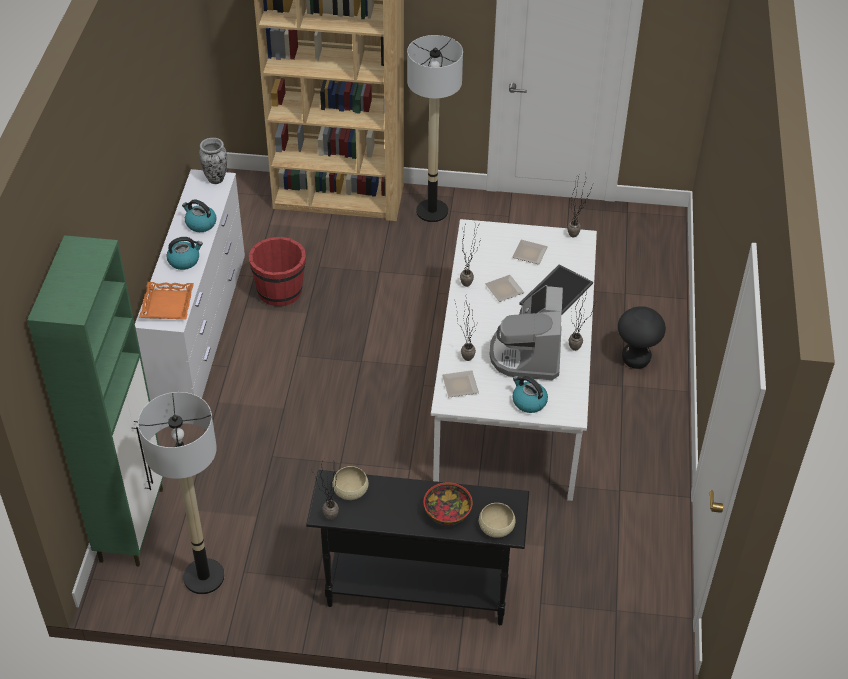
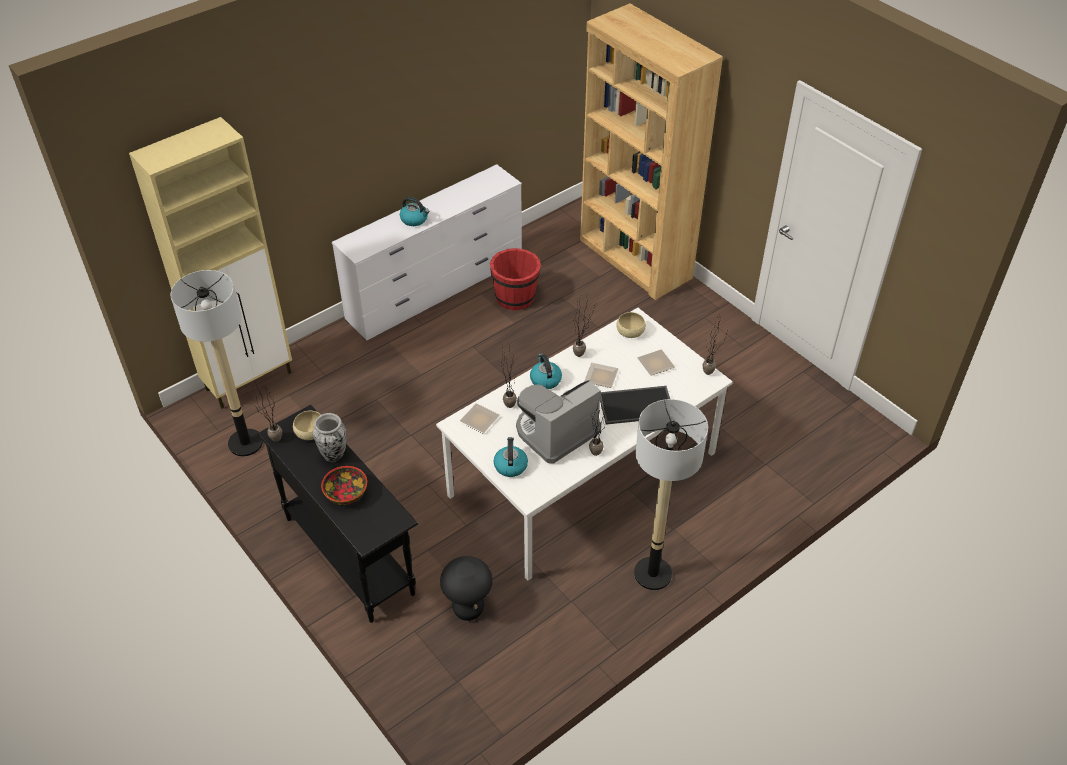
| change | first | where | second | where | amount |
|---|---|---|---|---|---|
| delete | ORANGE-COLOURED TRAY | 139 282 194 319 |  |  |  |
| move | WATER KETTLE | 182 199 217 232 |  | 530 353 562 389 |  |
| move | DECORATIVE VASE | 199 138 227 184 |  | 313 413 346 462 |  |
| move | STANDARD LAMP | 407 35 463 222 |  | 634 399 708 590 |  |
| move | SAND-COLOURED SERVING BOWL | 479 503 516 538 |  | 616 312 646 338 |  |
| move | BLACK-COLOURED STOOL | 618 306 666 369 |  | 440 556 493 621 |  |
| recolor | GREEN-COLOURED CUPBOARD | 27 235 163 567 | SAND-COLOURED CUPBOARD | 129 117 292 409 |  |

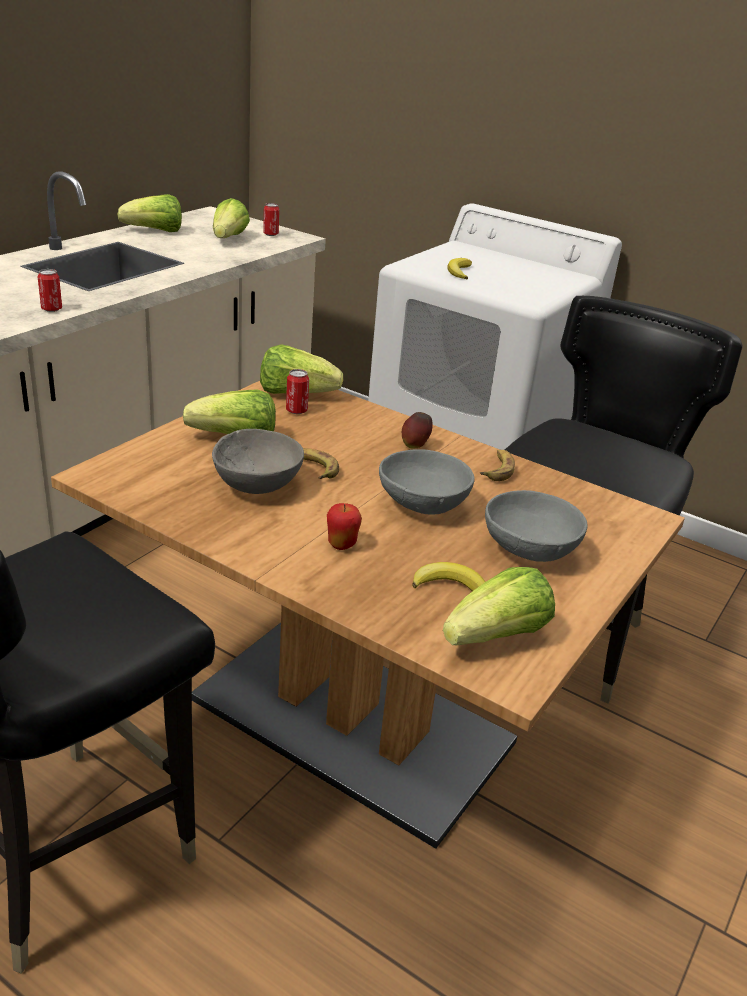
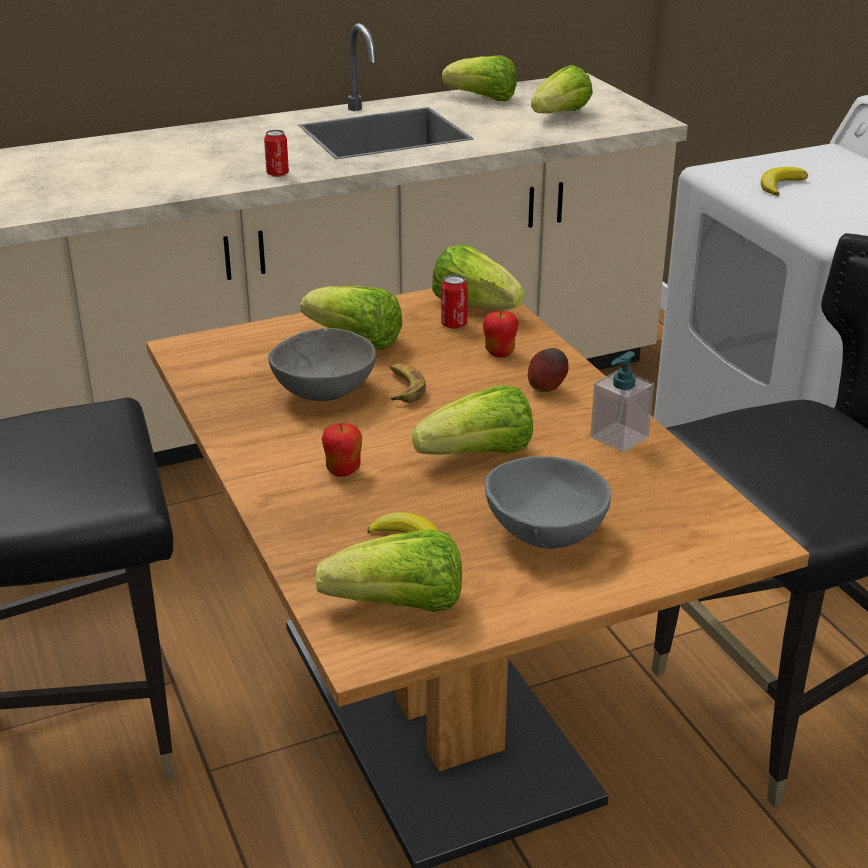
| change | first | where | second | where | amount |
|---|---|---|---|---|---|
| delete | METAL CAN | 263 203 279 236 |  |  |  |
| insert |  |  | WHOLE APPLE | 483 310 519 357 |  |
| replace | GREYISH SERVING BOWL | 379 449 475 515 | HEAD OF LETTUCE | 412 385 533 455 |  |
| replace | BANANA | 480 450 515 481 | SOAP BOTTLE | 590 351 654 452 |  |

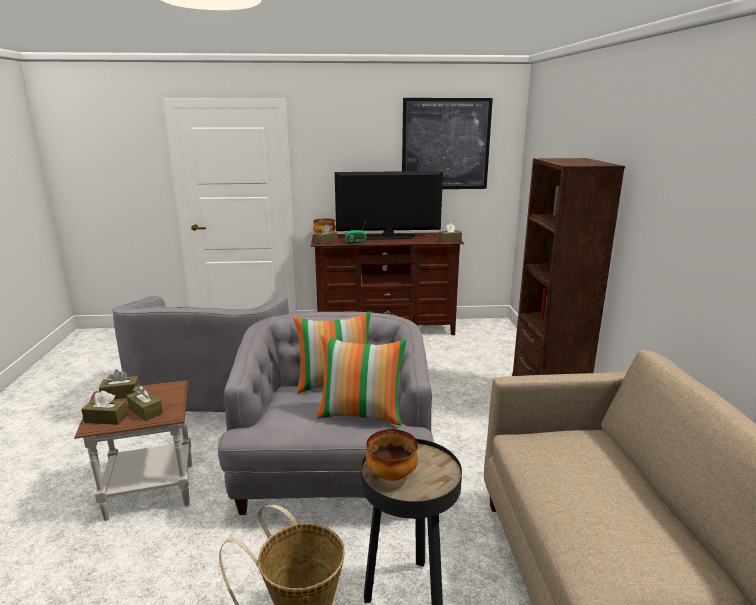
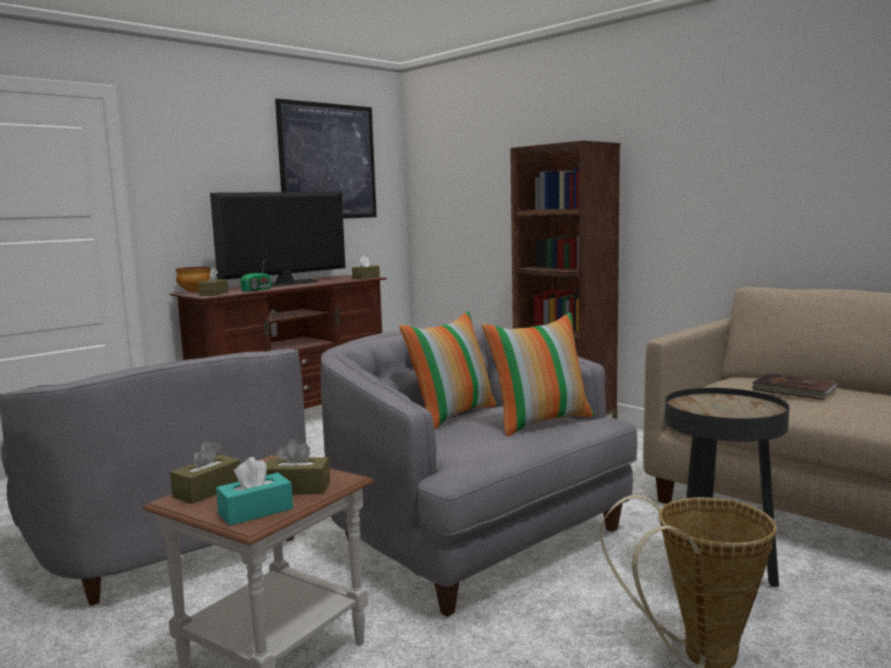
| change | first | where | second | where | amount |
|---|---|---|---|---|---|
| delete | SERVING BOWL | 366 429 418 481 |  |  |  |
| insert |  |  | BROWNISH BOUND BOOK | 751 373 839 400 |  |
| recolor | BROWNISH TISSUE HOLDER | 81 391 128 425 | TURQUOISE TISSUE HOLDER | 216 457 293 526 |  |

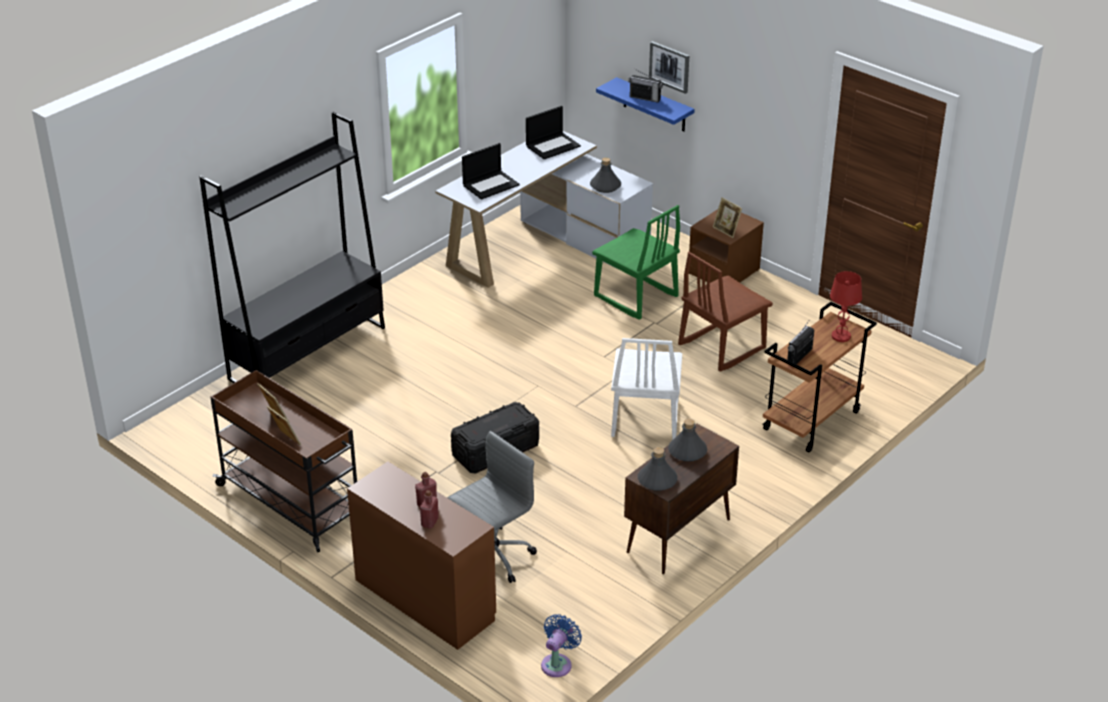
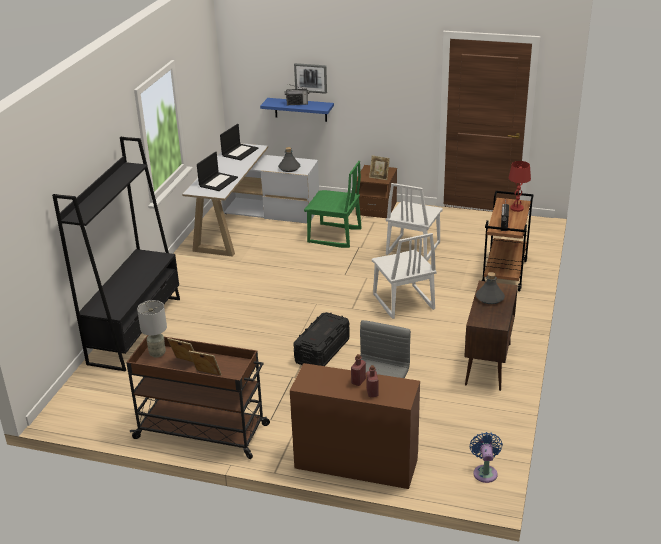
| change | first | where | second | where | amount |
|---|---|---|---|---|---|
| delete | GREYISH BOTTLE | 638 447 678 491 |  |  |  |
| insert |  |  | GREYISH TABLE LAMP | 137 300 167 358 |  |
| recolor | BROWNISH UPRIGHT CHAIR | 678 252 773 372 | WHITISH UPRIGHT CHAIR | 386 183 443 261 |  |

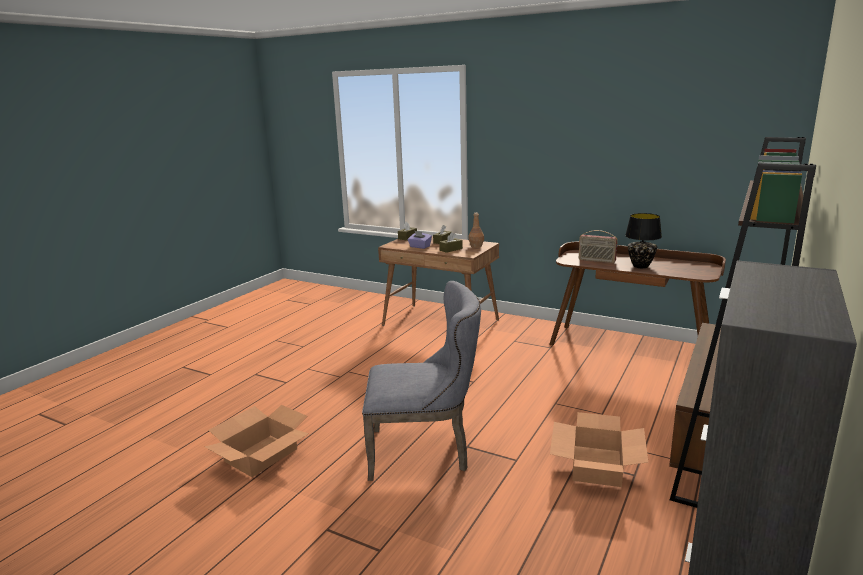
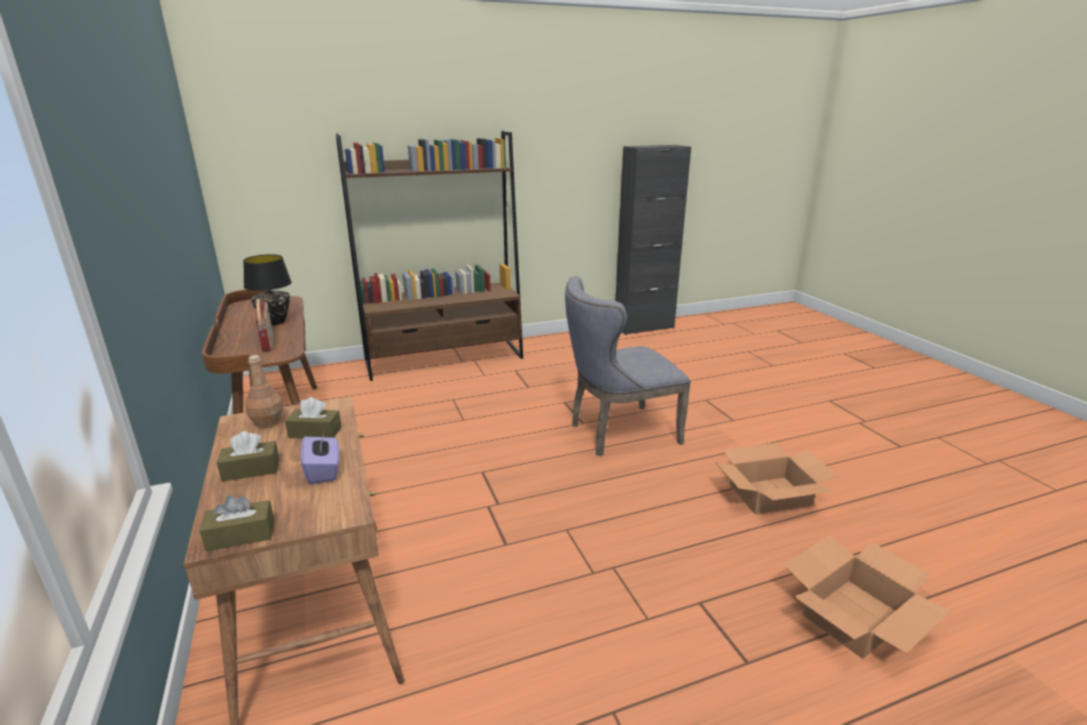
| change | first | where | second | where | amount |
|---|---|---|---|---|---|
| move | PACKING BOX | 550 412 648 487 |  | 784 534 951 659 |  |
| rotate | GREYISH UPRIGHT CHAIR | 362 281 481 481 |  | 565 276 691 456 | 60 degrees counterclockwise |

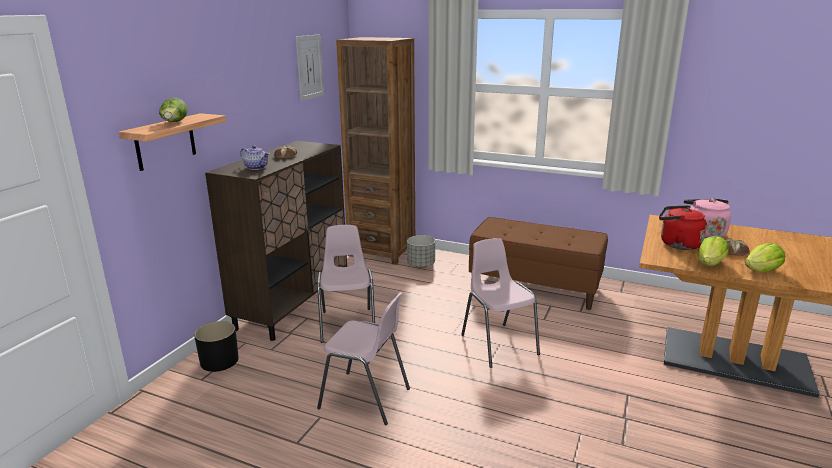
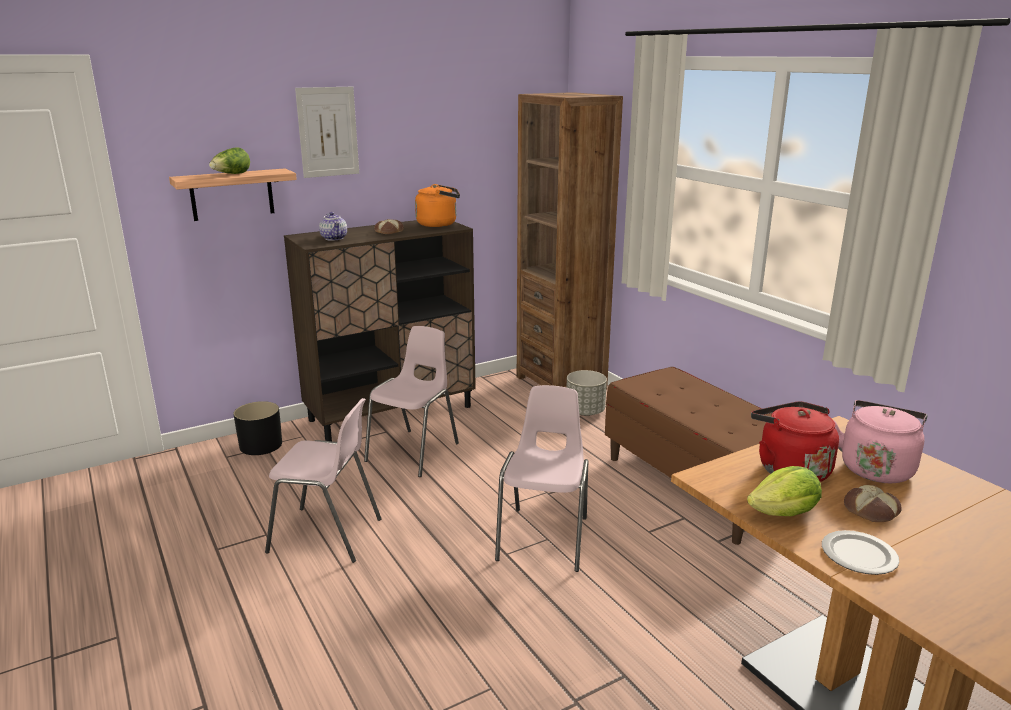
| change | first | where | second | where | amount |
|---|---|---|---|---|---|
| insert |  |  | ORANGE-COLOURED WATER KETTLE | 415 184 460 227 |  |
| move | WALL PICTURE | 296 34 324 101 |  | 295 87 359 178 |  |
| replace | HEAD OF LETTUCE | 745 243 785 272 | DINNER PLATE | 822 530 899 575 |  |
| rotate | PINK-COLOURED UPRIGHT CHAIR | 317 292 410 425 |  | 265 398 382 563 | 45 degrees counterclockwise |

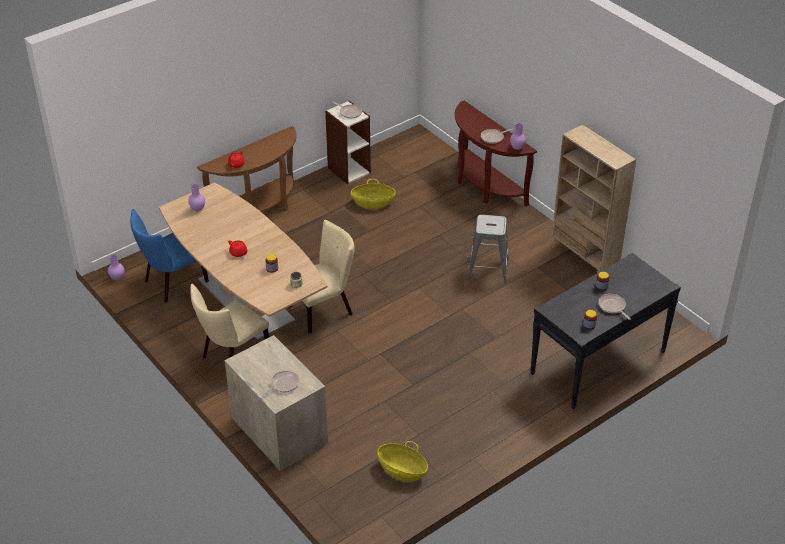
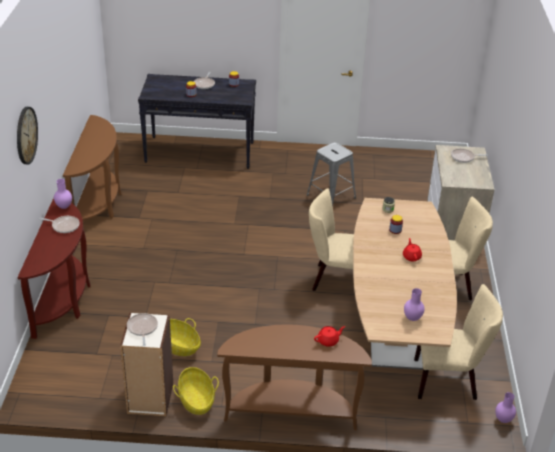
| change | first | where | second | where | amount |
|---|---|---|---|---|---|
| insert |  |  | CLOCK ON THE WALL | 17 107 38 164 |  |
| move | HOUSEHOLD BASKET | 377 441 428 482 |  | 173 367 219 415 |  |
| move | GREYISH STOOL | 468 215 509 283 |  | 307 142 356 206 |  |
| replace | SAND-COLOURED BOOKSHELF | 552 125 636 273 | BROWNISH CONSOLE TABLE | 63 115 122 220 |  |
| recolor | BLUE-COLOURED UPRIGHT CHAIR | 130 209 209 302 | SAND-COLOURED UPRIGHT CHAIR | 414 284 503 400 |  |

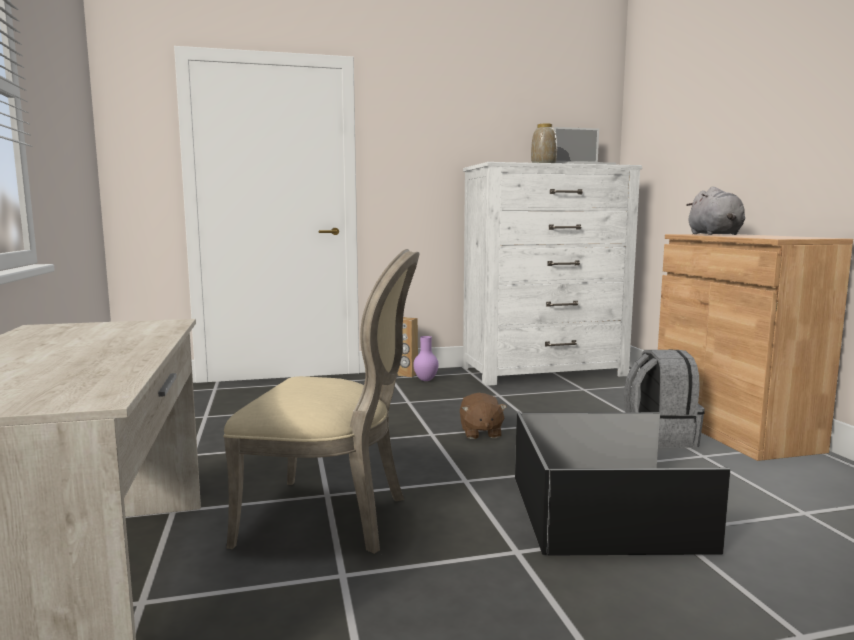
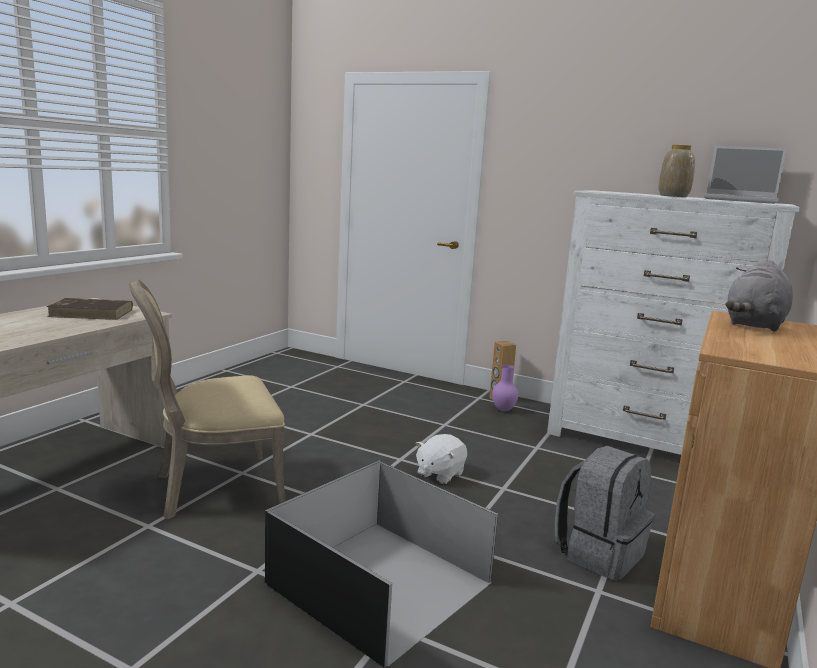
| change | first | where | second | where | amount |
|---|---|---|---|---|---|
| insert |  |  | BROWNISH BOUND BOOK | 47 298 133 320 |  |
| recolor | BROWNISH PLUSH TOY | 460 393 507 439 | WHITISH PLUSH TOY | 415 434 467 484 |  |
| rotate | SAND-COLOURED UPRIGHT CHAIR | 223 249 419 554 |  | 128 279 286 519 | 105 degrees clockwise |

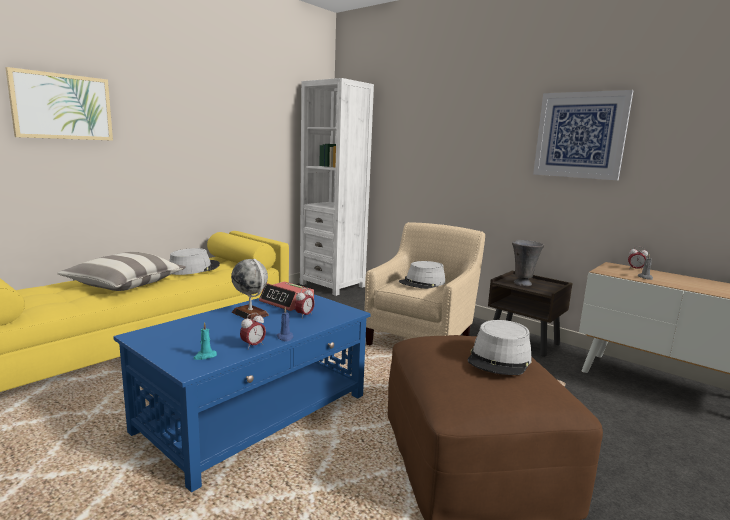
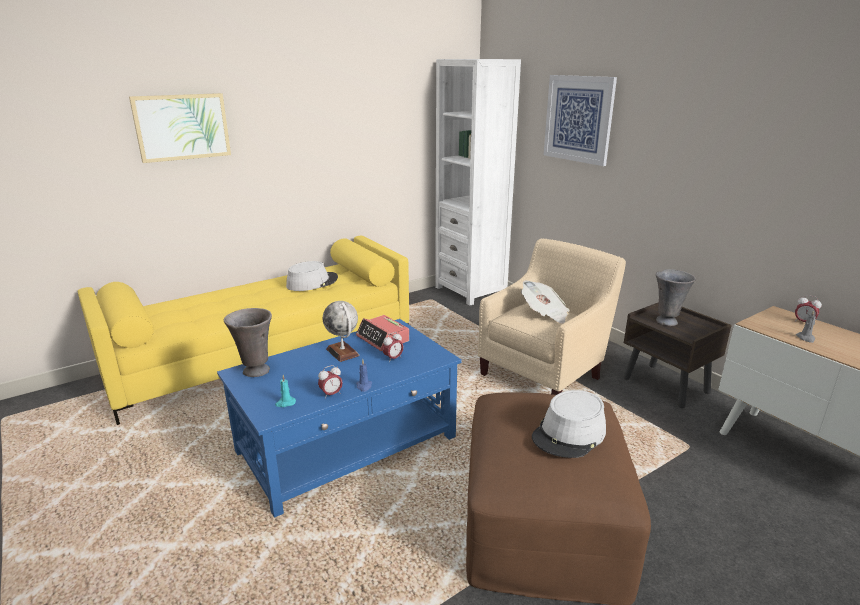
| change | first | where | second | where | amount |
|---|---|---|---|---|---|
| delete | THROW PILLOW | 57 252 186 291 |  |  |  |
| insert |  |  | GREYISH DECORATIVE VASE | 224 308 272 377 |  |
| move | WALL PICTURE | 533 90 634 180 |  | 544 75 617 166 |  |
| replace | GREYISH HAT | 399 261 445 289 | NEWSPAPER | 521 280 569 324 |  |

